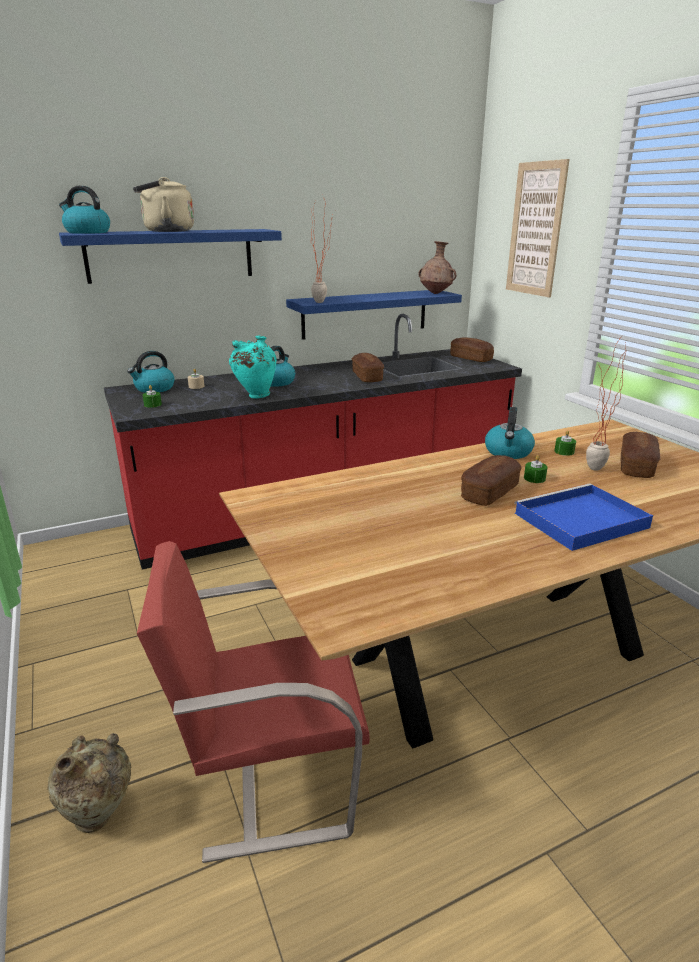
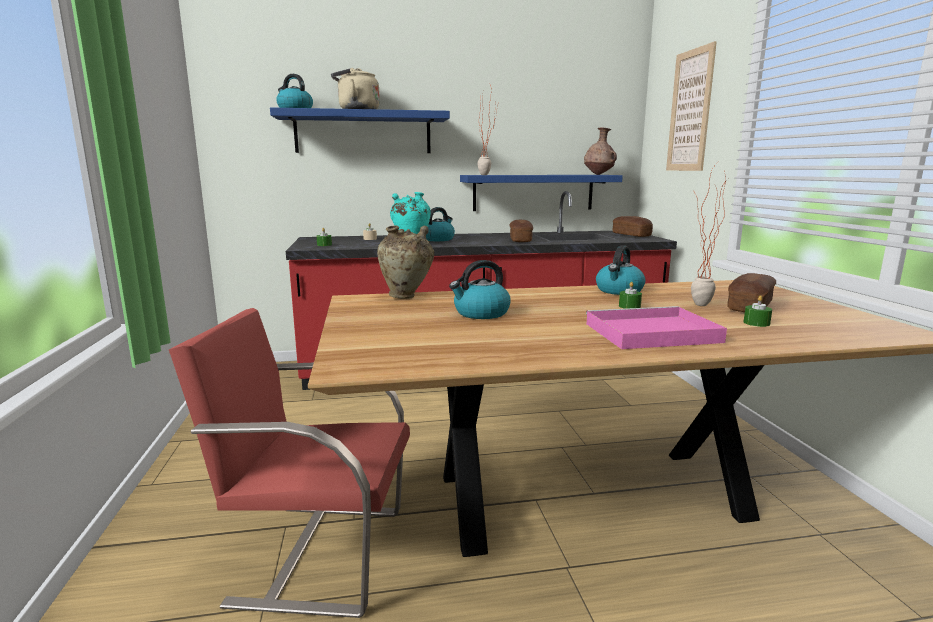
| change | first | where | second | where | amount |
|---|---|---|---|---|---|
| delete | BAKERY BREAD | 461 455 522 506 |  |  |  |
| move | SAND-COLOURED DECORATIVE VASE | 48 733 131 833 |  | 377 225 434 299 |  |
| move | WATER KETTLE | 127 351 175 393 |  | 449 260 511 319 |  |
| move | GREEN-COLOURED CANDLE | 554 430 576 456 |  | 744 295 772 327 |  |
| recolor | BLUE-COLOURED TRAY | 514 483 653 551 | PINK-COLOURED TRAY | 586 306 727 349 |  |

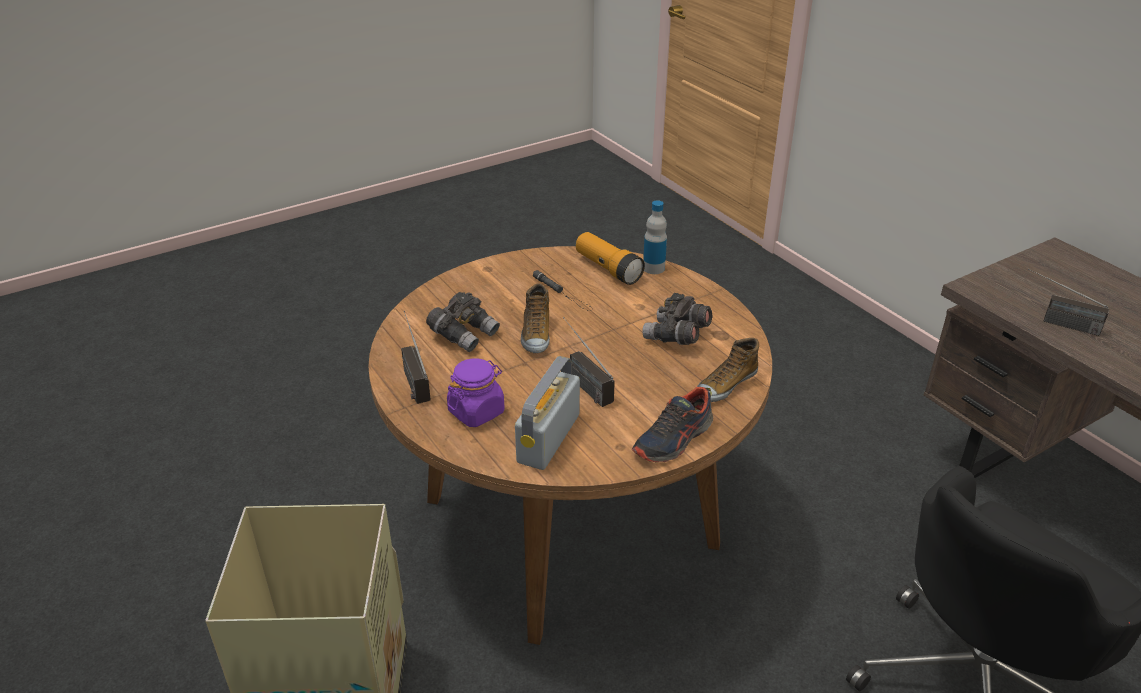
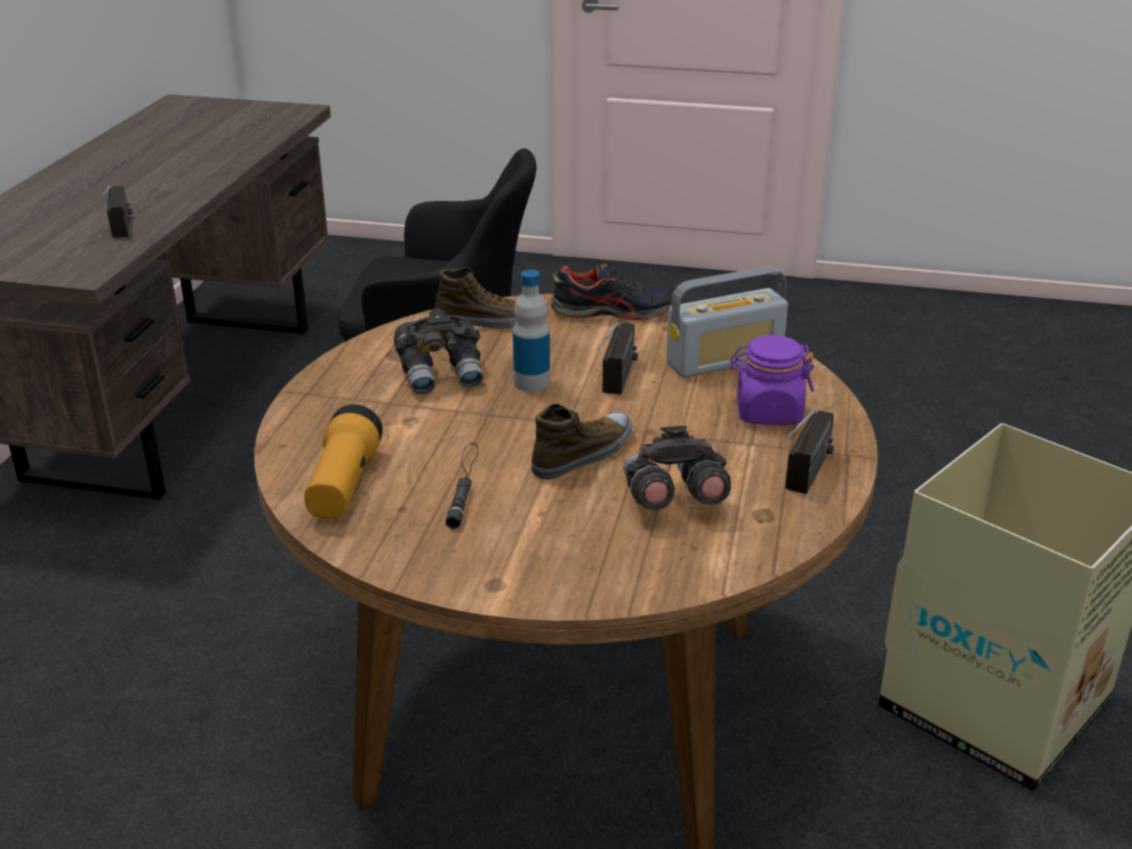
| change | first | where | second | where | amount |
|---|---|---|---|---|---|
| move | BOTTLE | 643 200 667 274 |  | 513 270 550 392 |  |

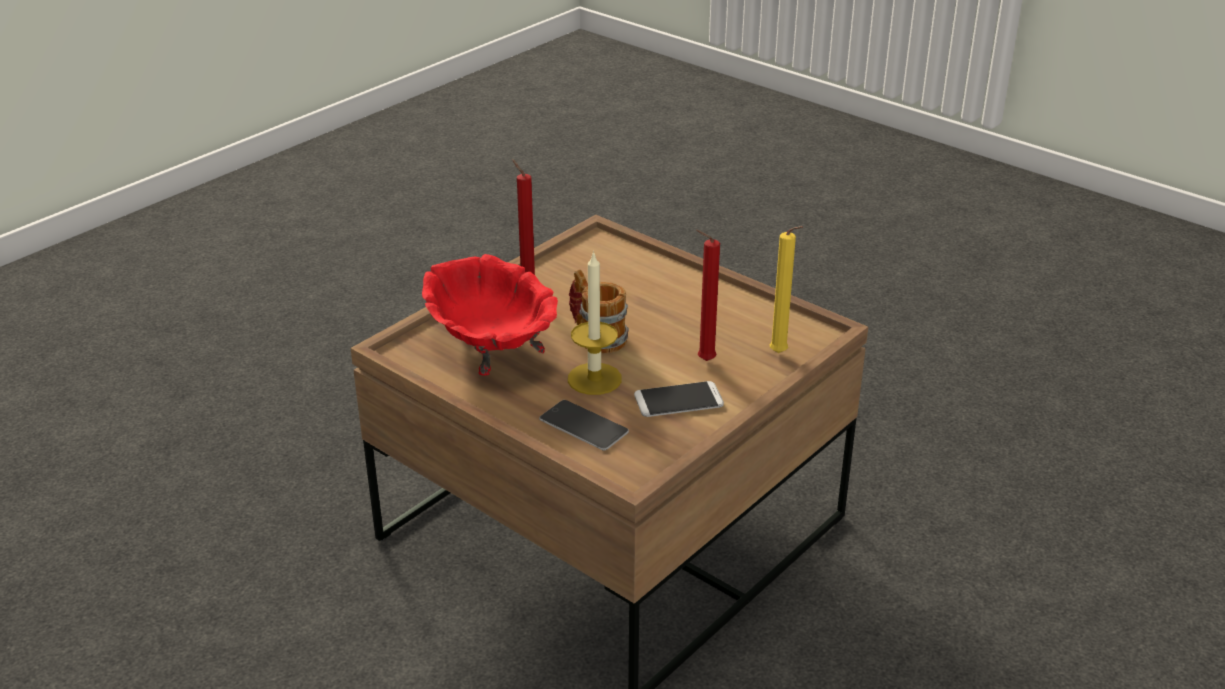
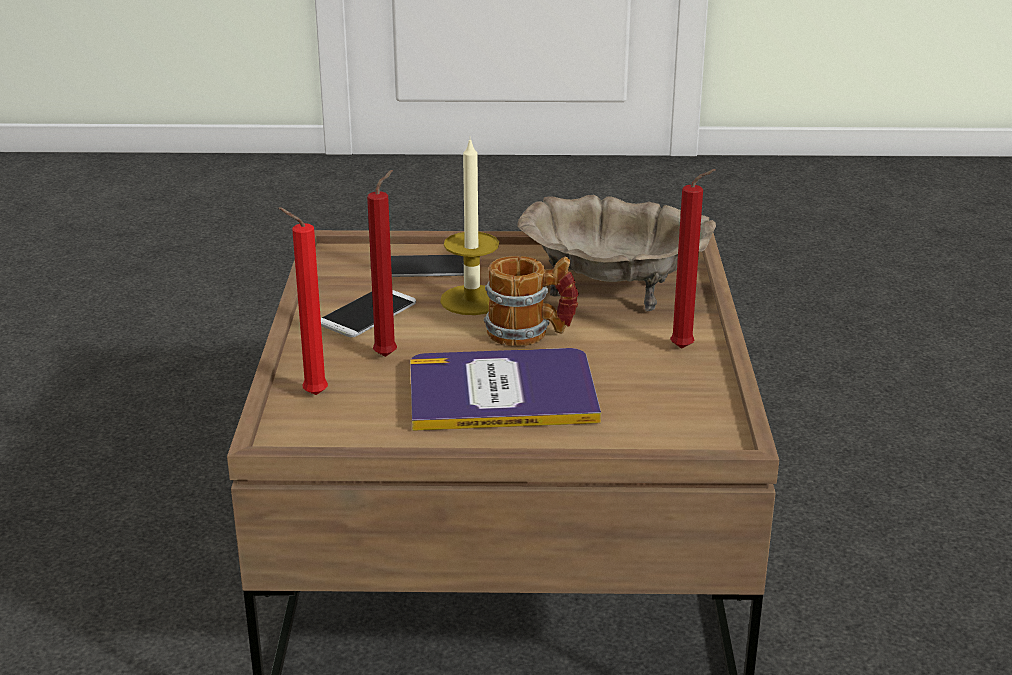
| change | first | where | second | where | amount |
|---|---|---|---|---|---|
| insert |  |  | BOUND BOOK | 410 348 601 431 |  |
| recolor | RED-COLOURED SERVING BOWL | 422 254 558 375 | SAND-COLOURED SERVING BOWL | 517 195 716 311 |  |
| recolor | YELLOW CANDLE | 770 226 803 353 | RED-COLOURED CANDLE | 279 207 328 395 |  |

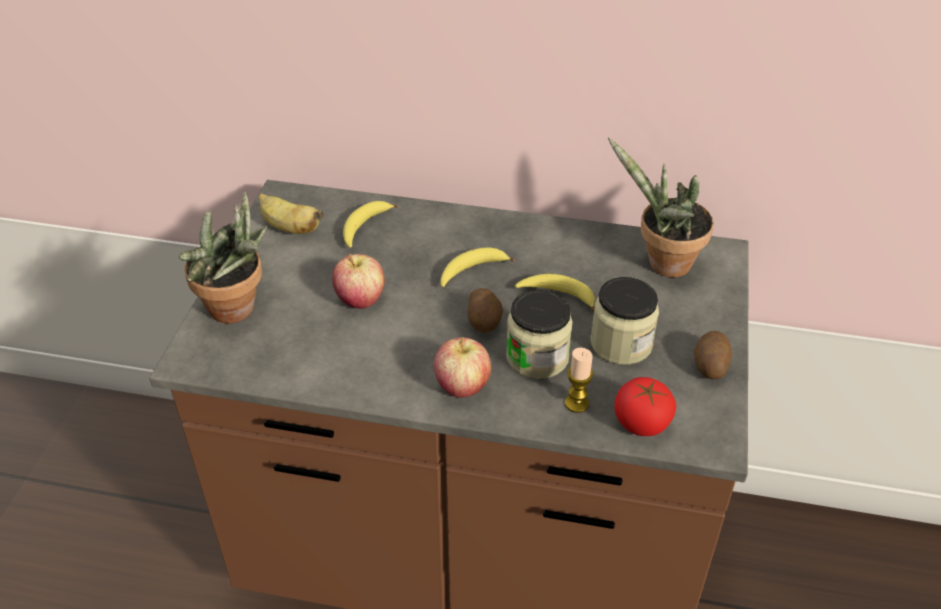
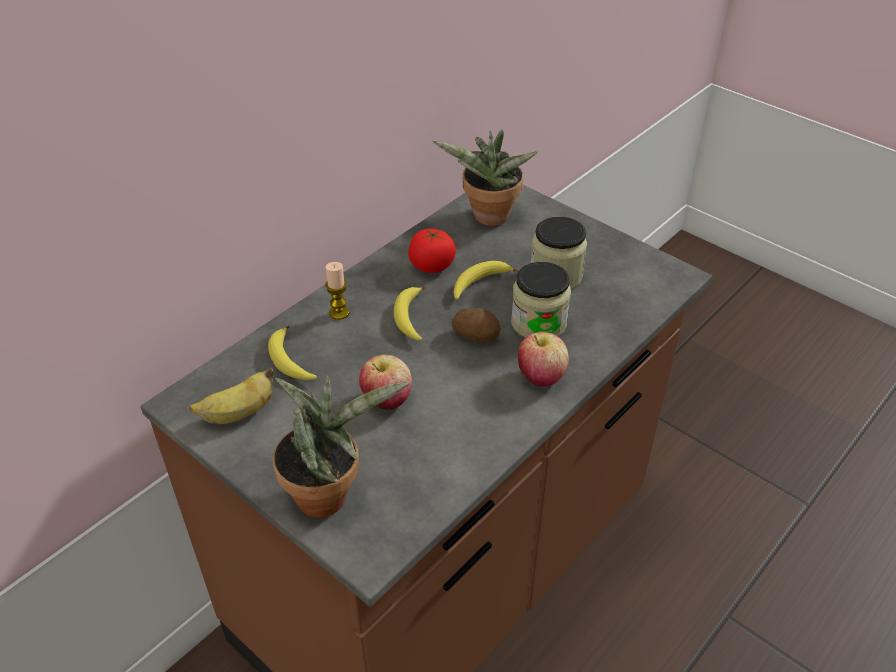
| change | first | where | second | where | amount |
|---|---|---|---|---|---|
| delete | WHOLE POTATO | 694 331 732 379 |  |  |  |
| move | CANDLE | 565 348 593 413 |  | 325 262 349 320 |  |
| move | WHOLE TOMATO | 614 377 676 436 |  | 408 229 456 273 |  |

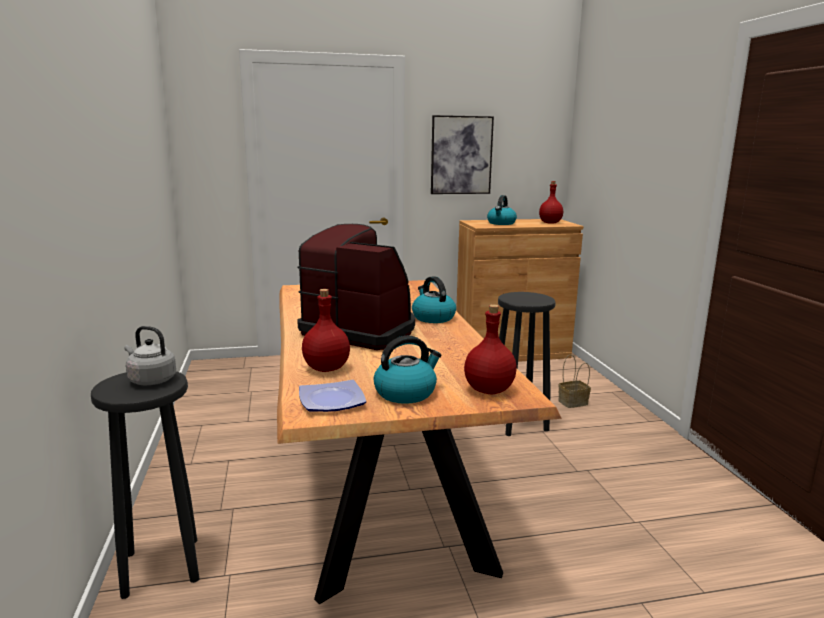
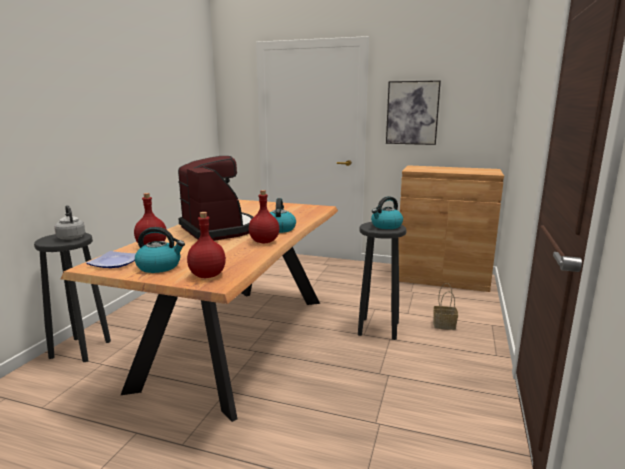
| change | first | where | second | where | amount |
|---|---|---|---|---|---|
| move | WATER KETTLE | 487 195 517 225 |  | 371 196 403 229 |  |
| move | RED-COLOURED BOTTLE | 539 181 563 224 |  | 249 190 279 243 |  |

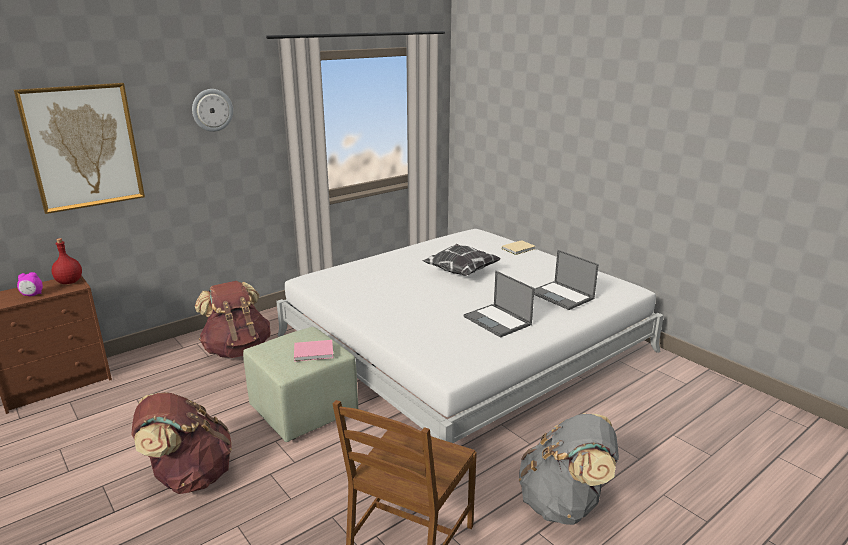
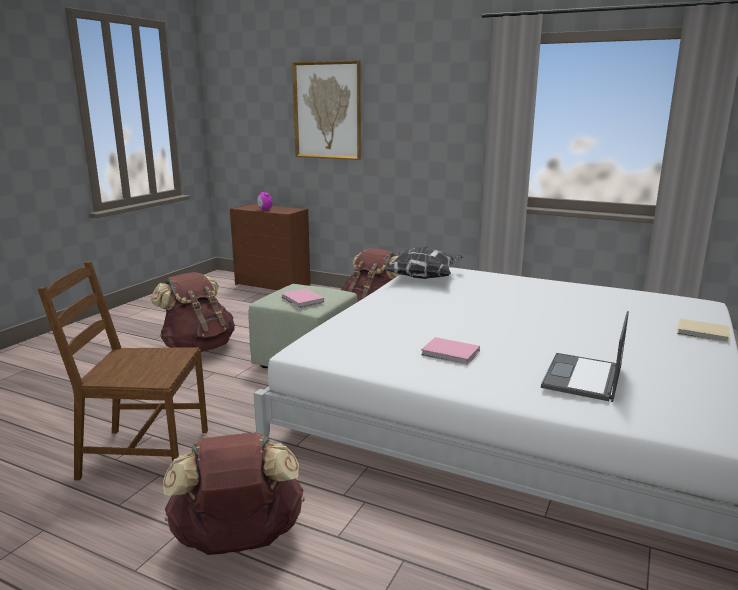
| change | first | where | second | where | amount |
|---|---|---|---|---|---|
| delete | RED-COLOURED BOTTLE | 52 238 82 284 |  |  |  |
| delete | CLOCK ON THE WALL | 192 89 233 132 |  |  |  |
| move | THROW PILLOW | 422 244 500 276 |  | 384 247 464 279 |  |
| replace | LAPTOP | 464 271 535 338 | PINK-COLOURED BOUND BOOK | 421 337 480 365 |  |
| recolor | GREYISH KNAPSACK | 519 413 619 525 | BROWNISH KNAPSACK | 163 432 304 555 |  |

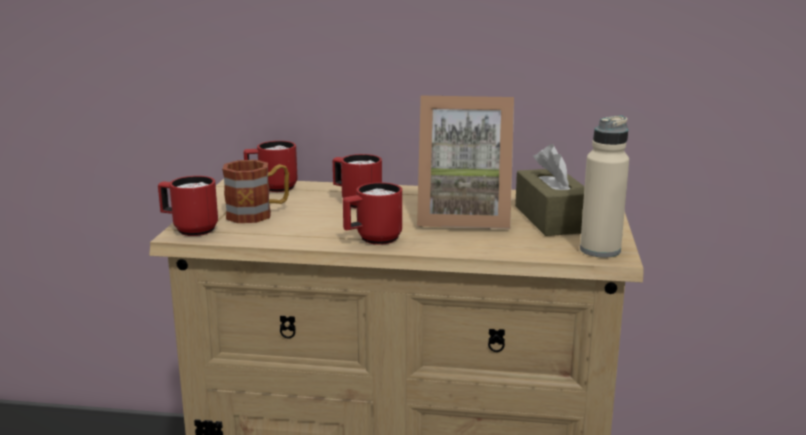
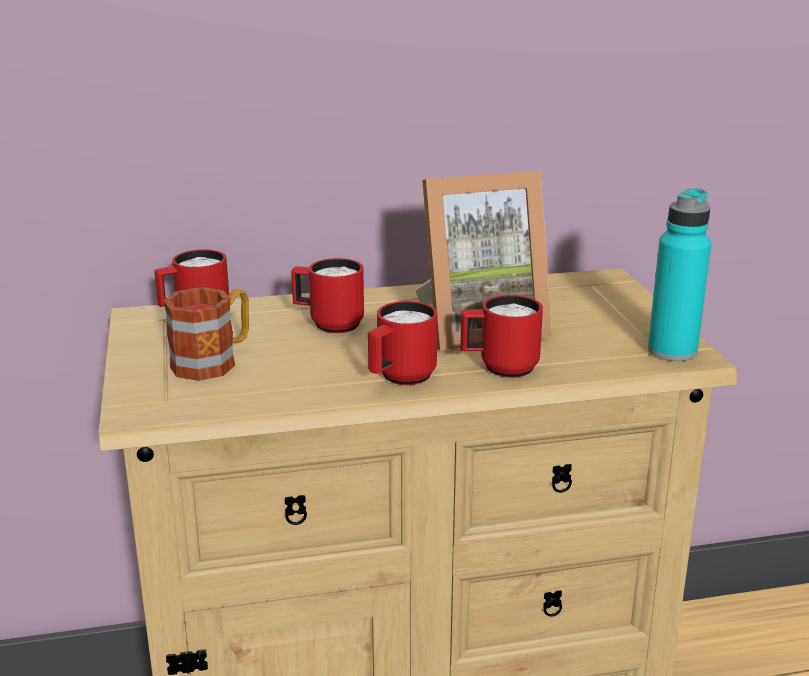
| change | first | where | second | where | amount |
|---|---|---|---|---|---|
| delete | BROWNISH TISSUE HOLDER | 515 144 585 236 |  |  |  |
| move | RED-COLOURED MUG | 158 176 218 236 |  | 460 295 543 378 |  |
| recolor | SAND-COLOURED BOTTLE | 580 116 629 258 | TURQUOISE BOTTLE | 648 188 711 361 |  |

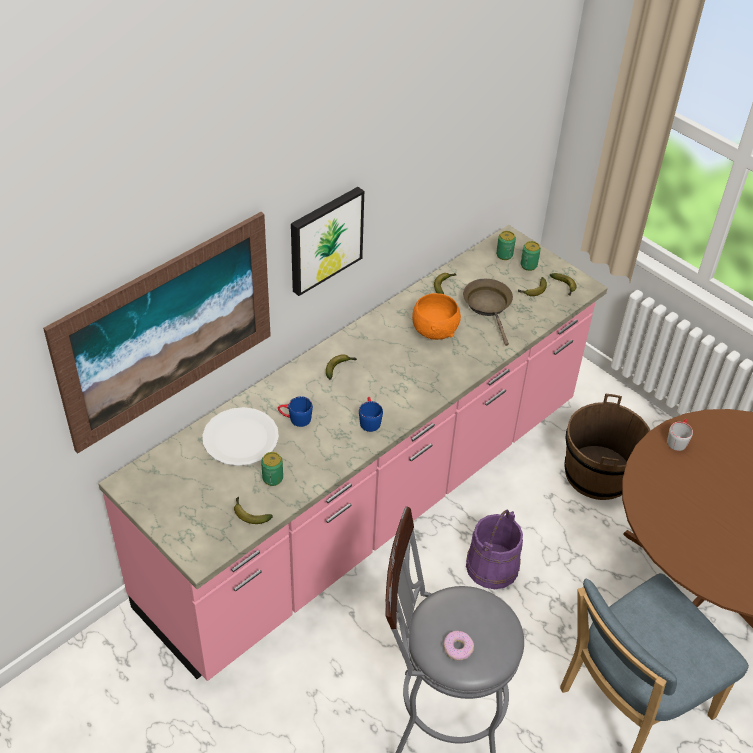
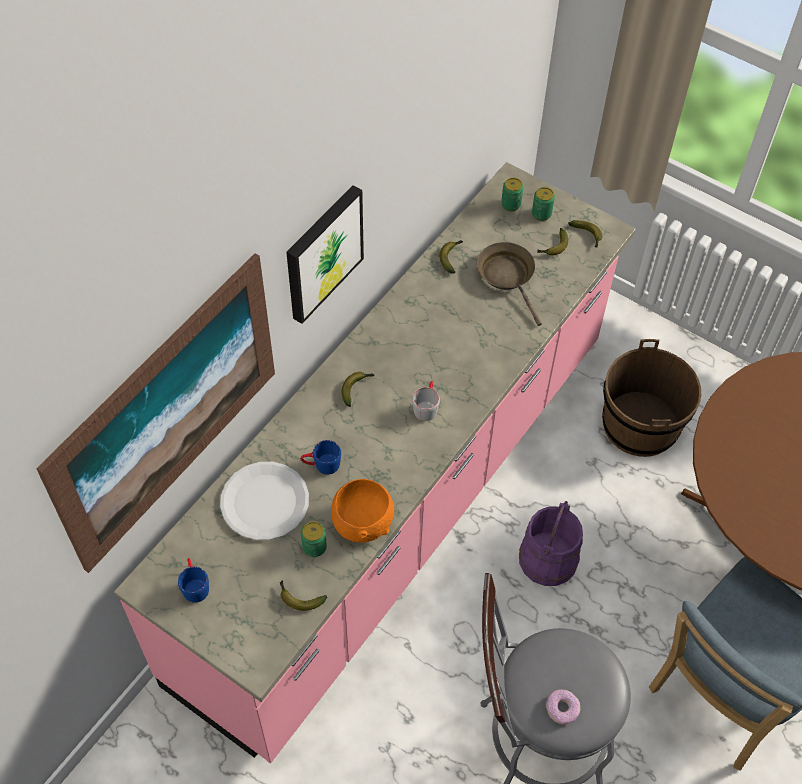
| change | first | where | second | where | amount |
|---|---|---|---|---|---|
| move | BLUE-COLOURED MUG | 359 397 383 432 |  | 178 558 209 603 |  |
| move | ORANGE-COLOURED SERVING BOWL | 412 293 461 340 |  | 331 479 394 543 |  |
| move | GREYISH MUG | 667 419 693 451 |  | 412 381 440 421 |  |

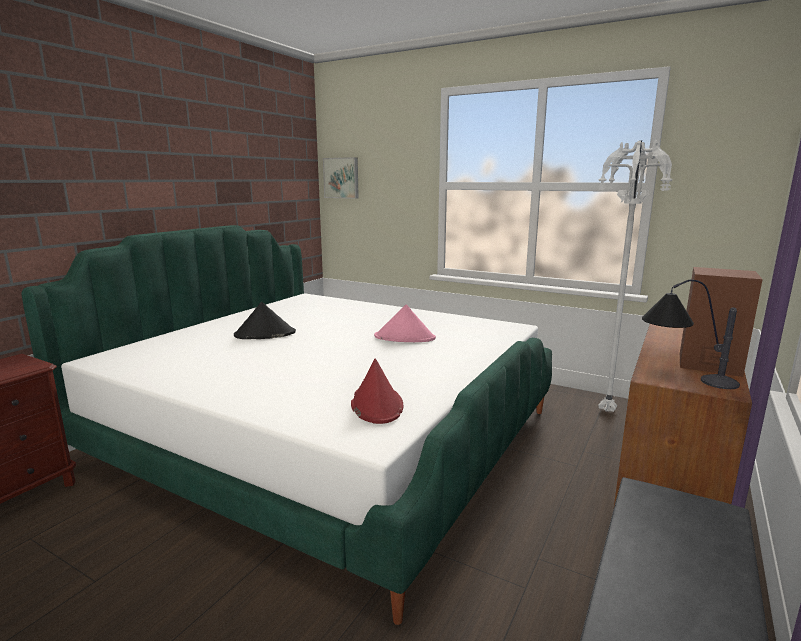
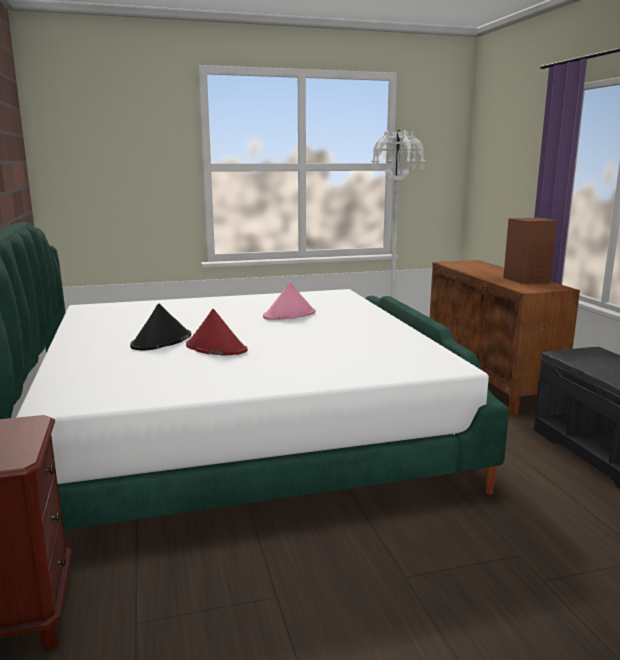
| change | first | where | second | where | amount |
|---|---|---|---|---|---|
| delete | WALL PICTURE | 323 157 359 199 |  |  |  |
| delete | TABLE LAMP | 642 280 740 389 |  |  |  |
| move | RED-COLOURED HAT | 351 359 403 424 |  | 186 309 248 355 |  |

